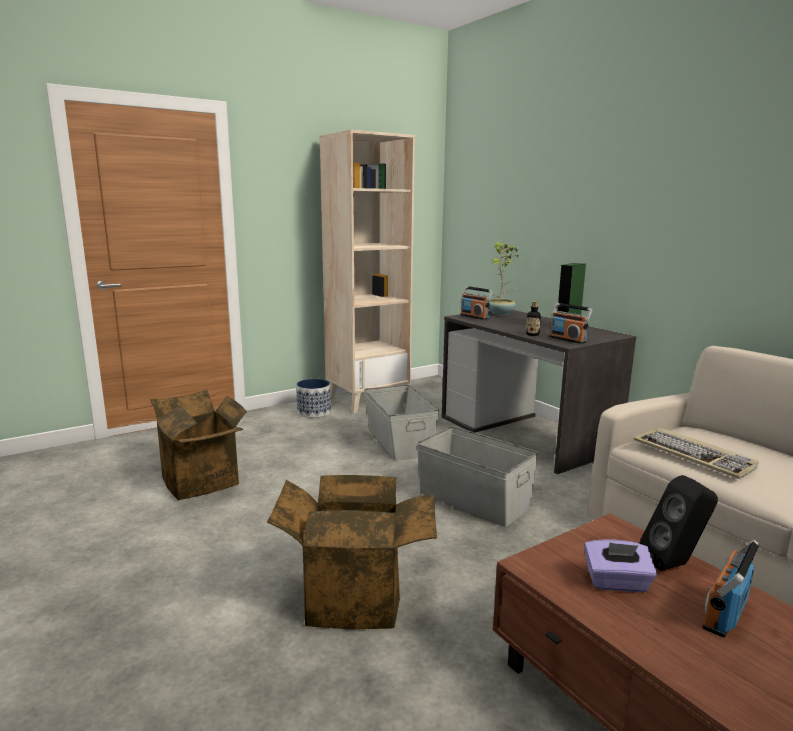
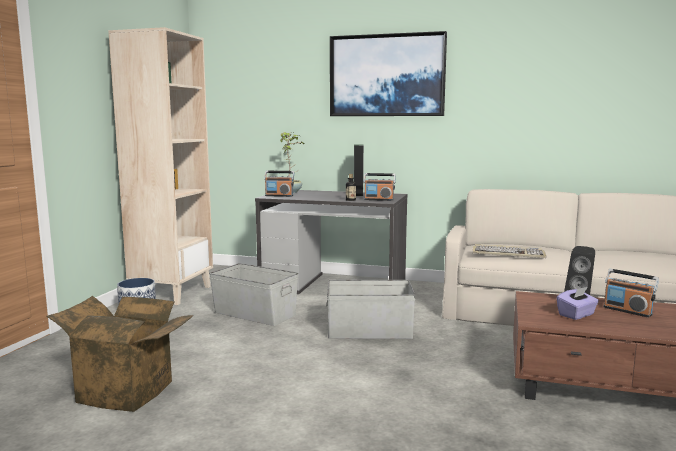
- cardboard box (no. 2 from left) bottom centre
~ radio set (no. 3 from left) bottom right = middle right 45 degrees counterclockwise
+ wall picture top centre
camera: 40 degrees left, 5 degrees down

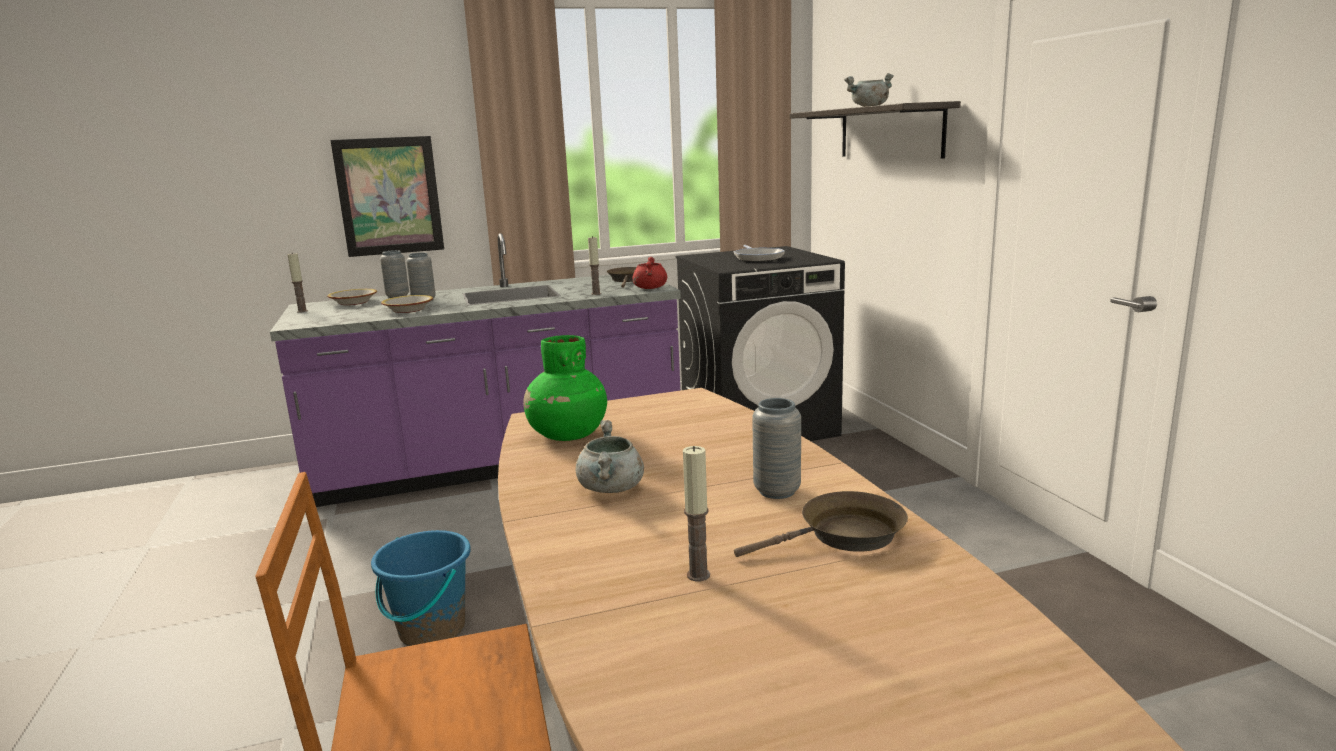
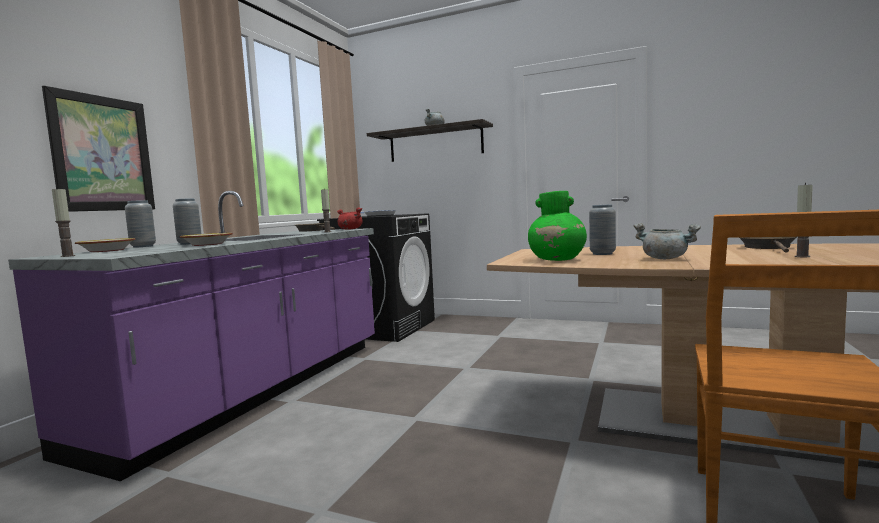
- blue-coloured bucket bottom left
~ gray vase (no. 3 from left) centre to middle right
camera: 50 degrees left, 10 degrees down

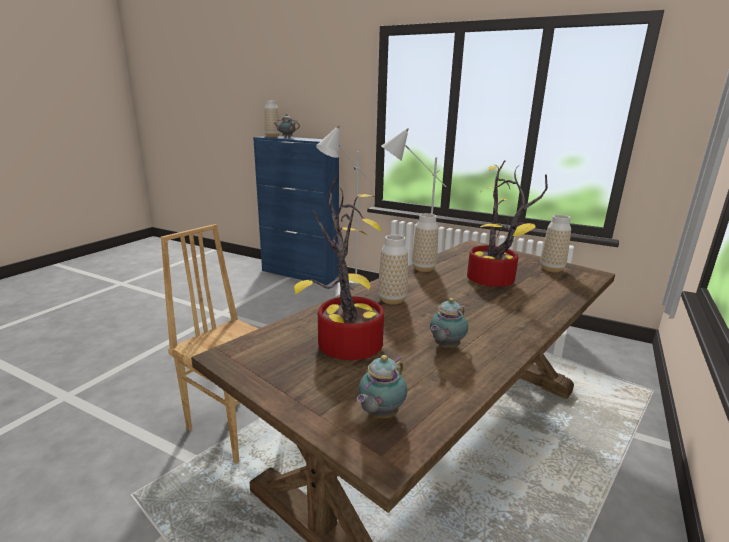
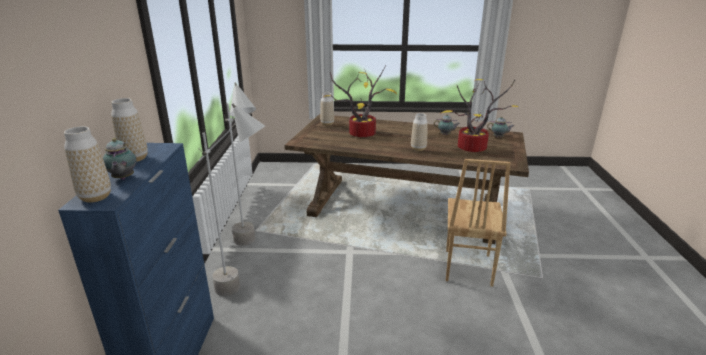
~ vase (no. 3 from left in the first image) centre to vase (no. 2 from left) middle left
camera: 115 degrees left, 5 degrees up

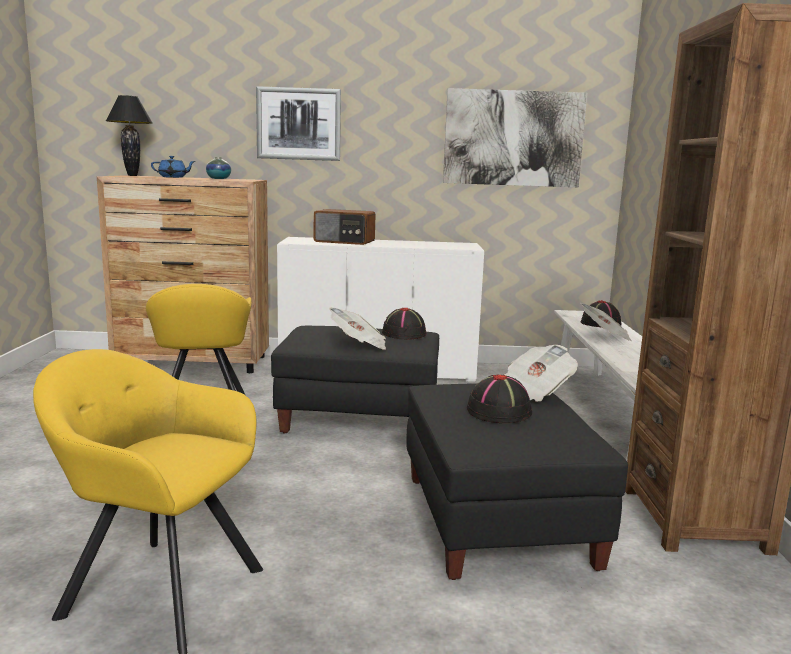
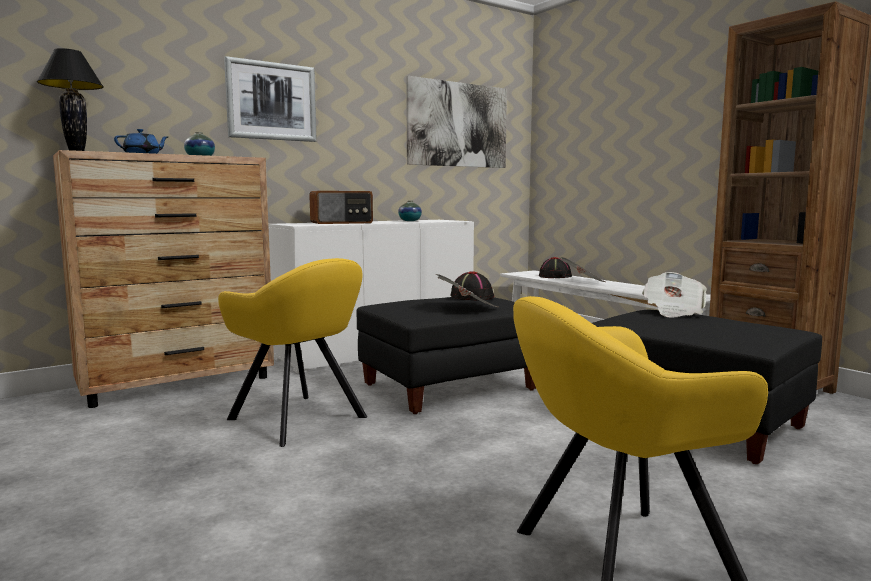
- black hat (no. 2 from left) centre
+ vase (no. 2 from left) centre
camera: 35 degrees left, 5 degrees down

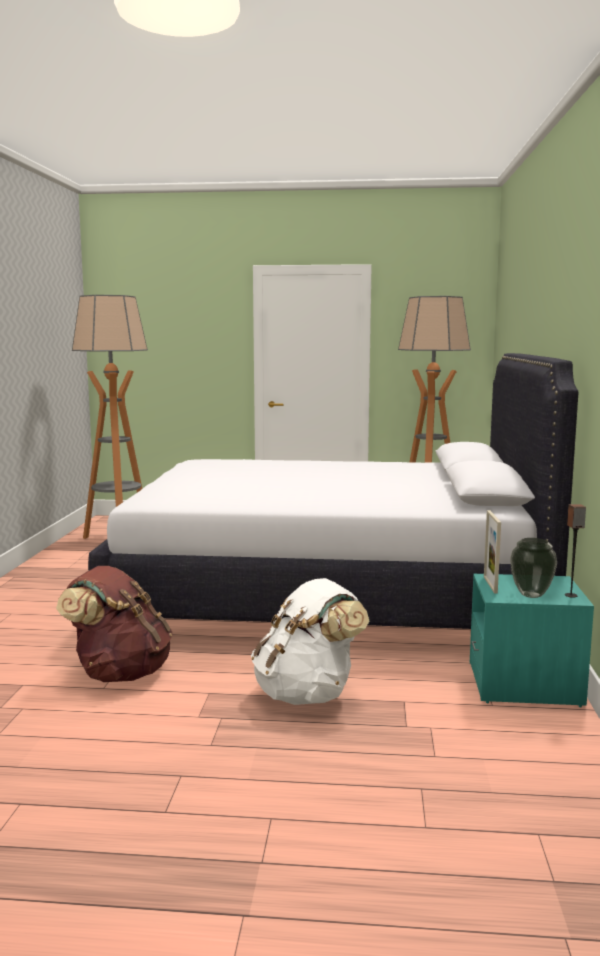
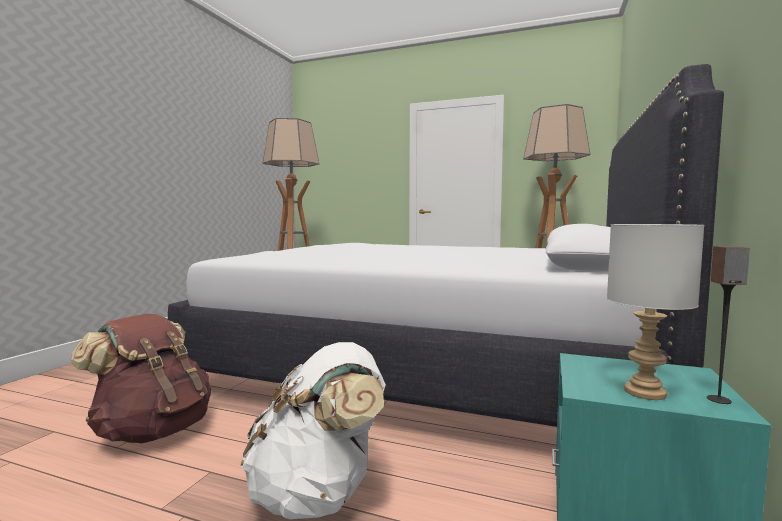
- picture frame middle right
~ vase middle right to gray tabletop lamp middle right
camera: 15 degrees right, 5 degrees down

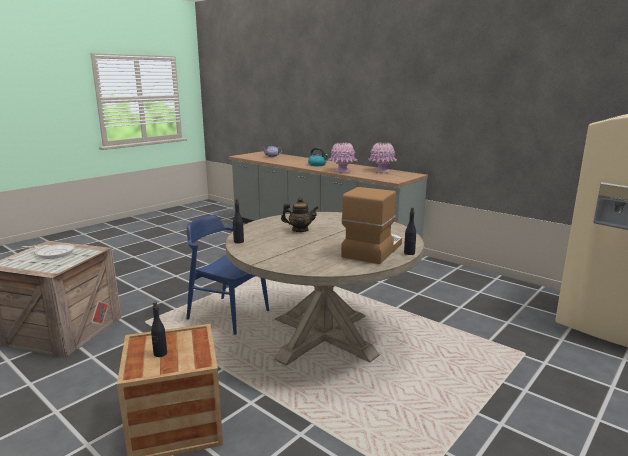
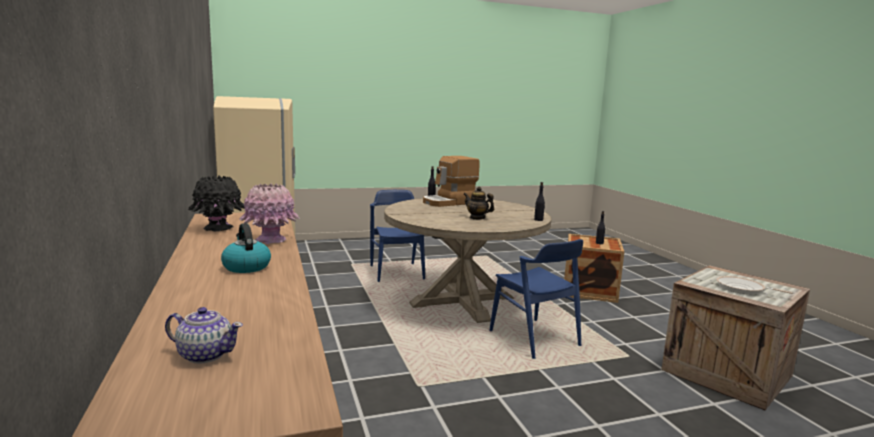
~ pink-coloured vase (no. 2 from left) centre to black vase middle left
+ blue-coloured upright chair (no. 1 from left) centre
camera: 150 degrees left, 5 degrees down

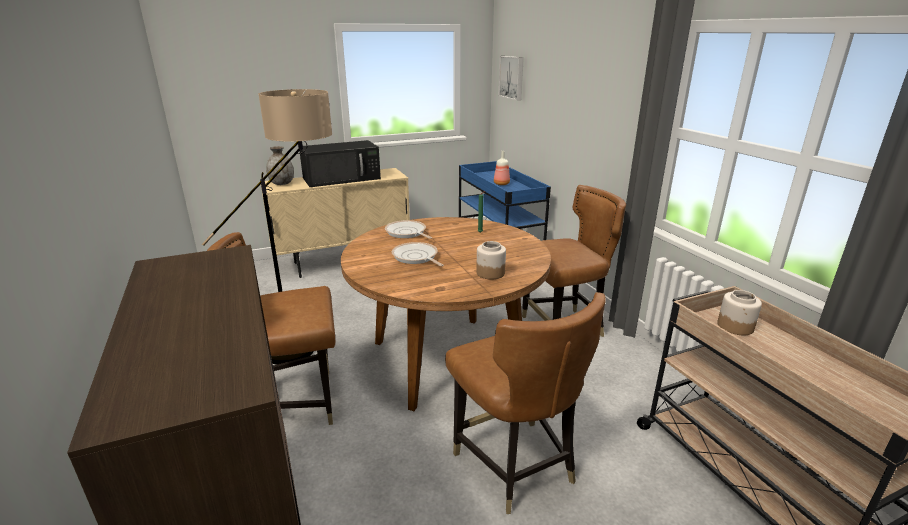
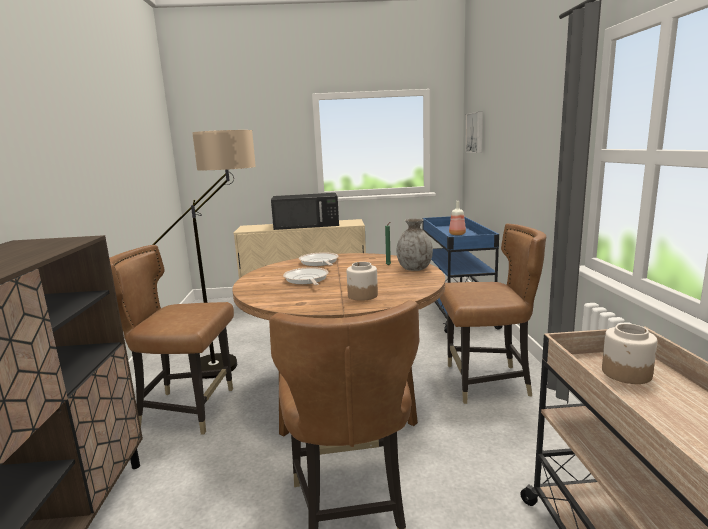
~ gray vase top left to centre
camera: 20 degrees right, 10 degrees down

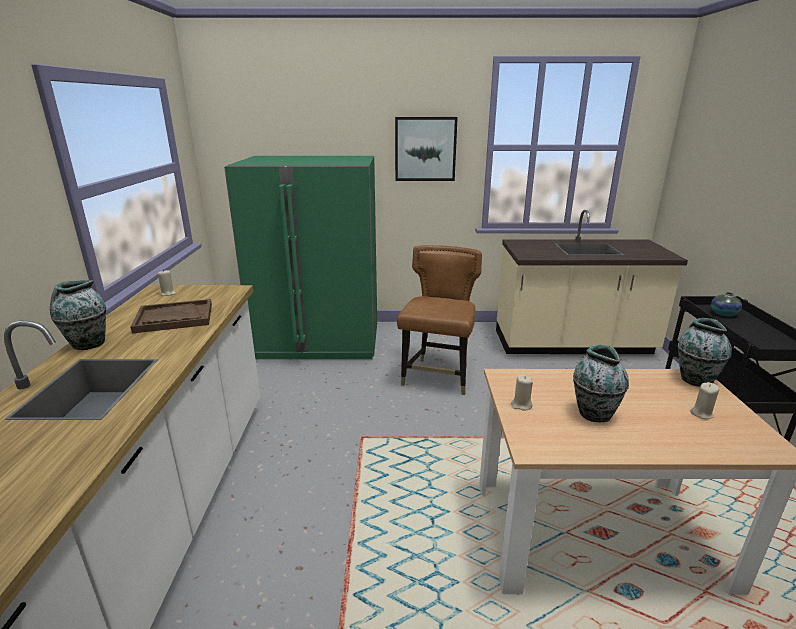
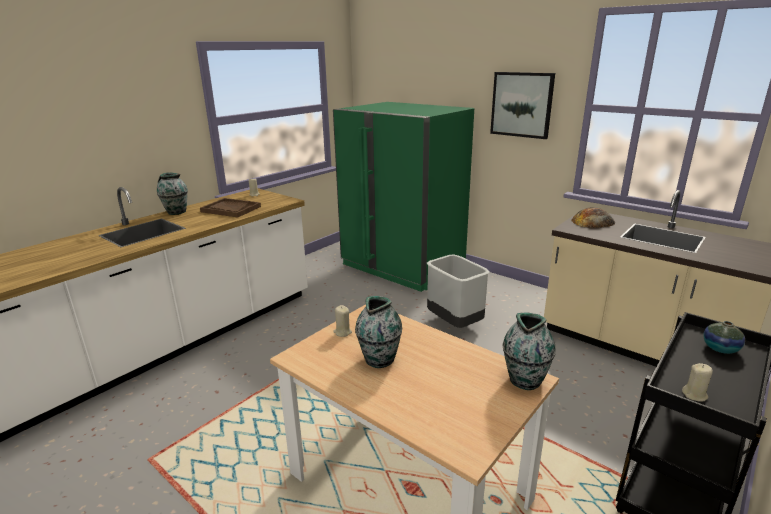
~ brown upright chair centre to gray waste bin centre
~ beige-coloured candle (no. 3 from left) middle right to bottom right
+ bakery bread middle right
camera: 40 degrees right, 0 degrees up

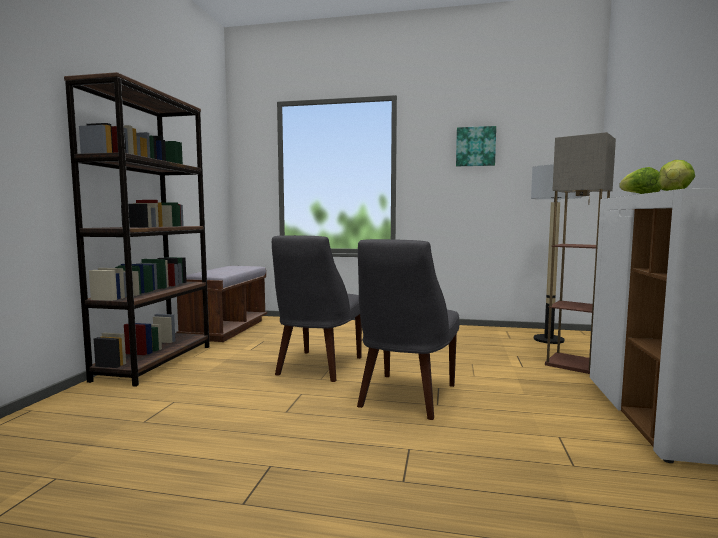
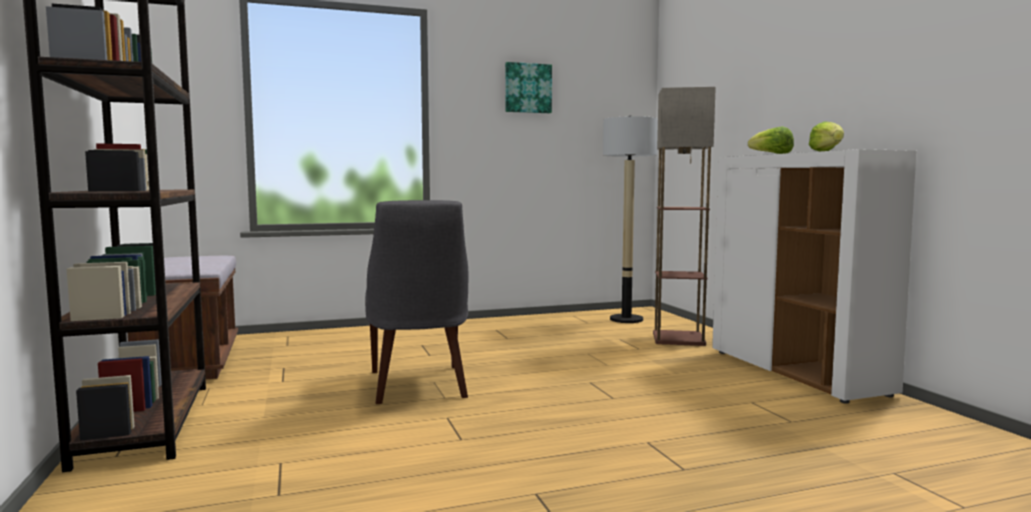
- gray upright chair (no. 2 from left) centre
camera: 30 degrees left, 0 degrees up

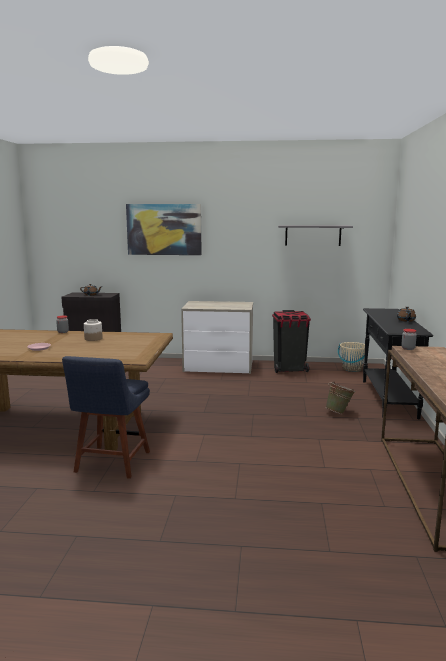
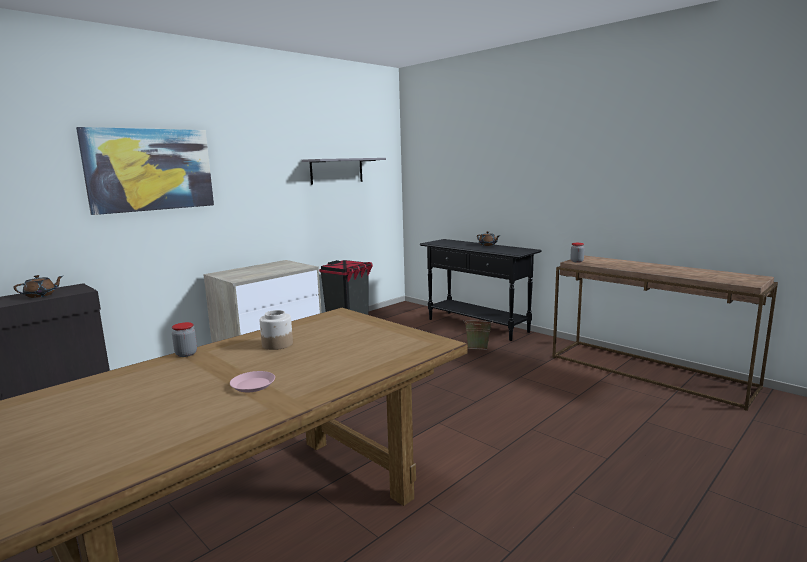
- blue-coloured upright chair middle left
- beige-coloured bucket middle right
camera: 50 degrees left, 0 degrees up

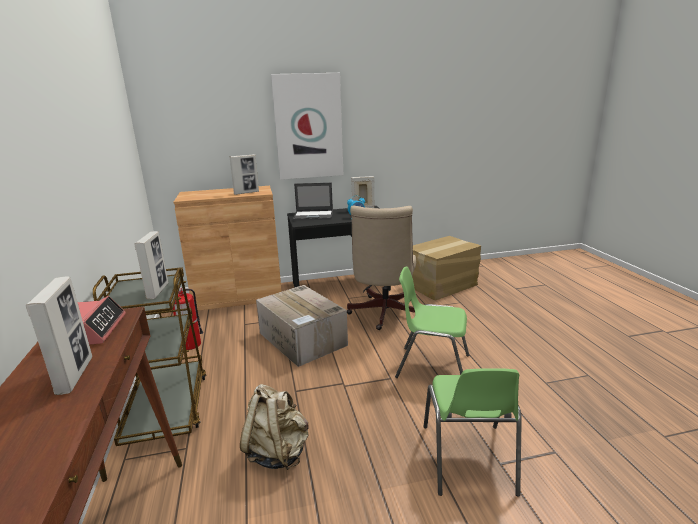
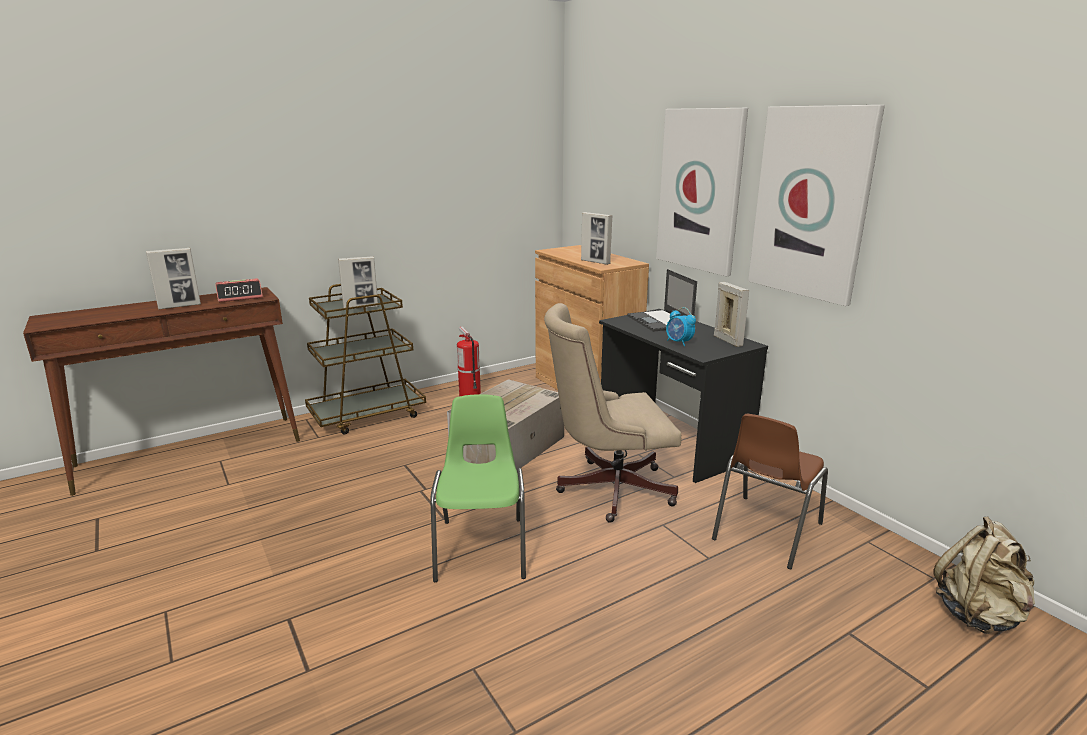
~ beige-coloured knapsack bottom centre to bottom right
~ cardboard box (no. 2 from left) centre to brown upright chair bottom right
- green-coloured upright chair (no. 2 from left) bottom right
+ wall picture (no. 2 from left) top right
camera: 70 degrees right, 0 degrees up

